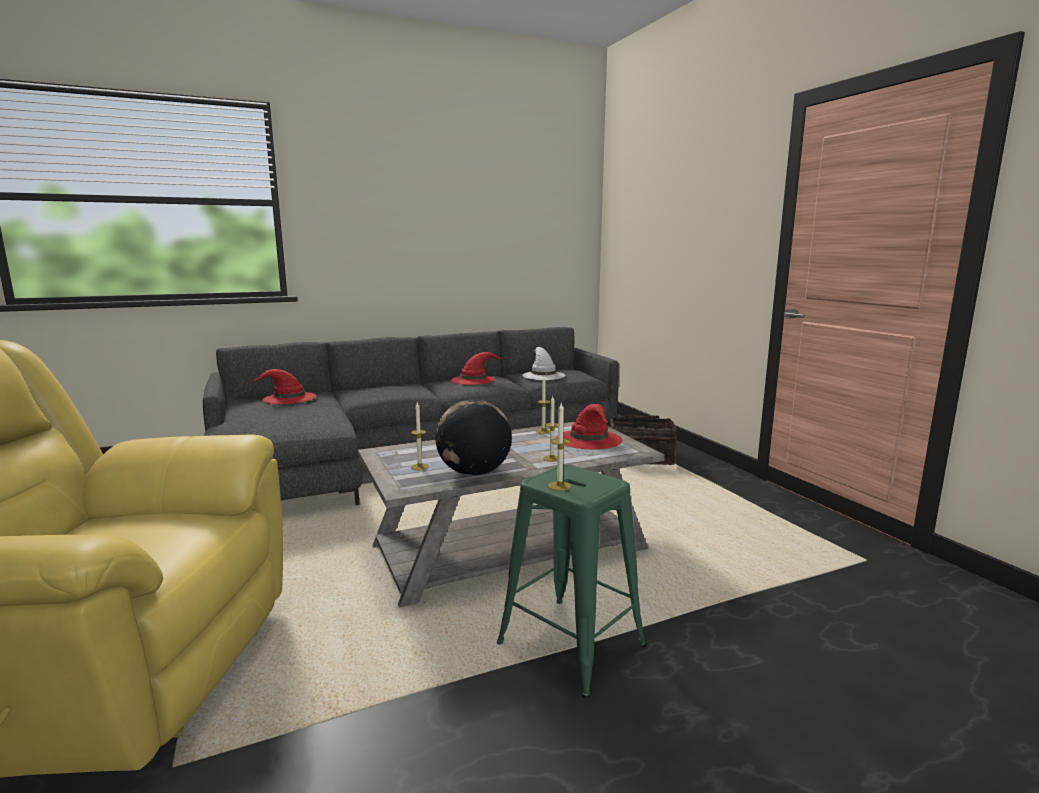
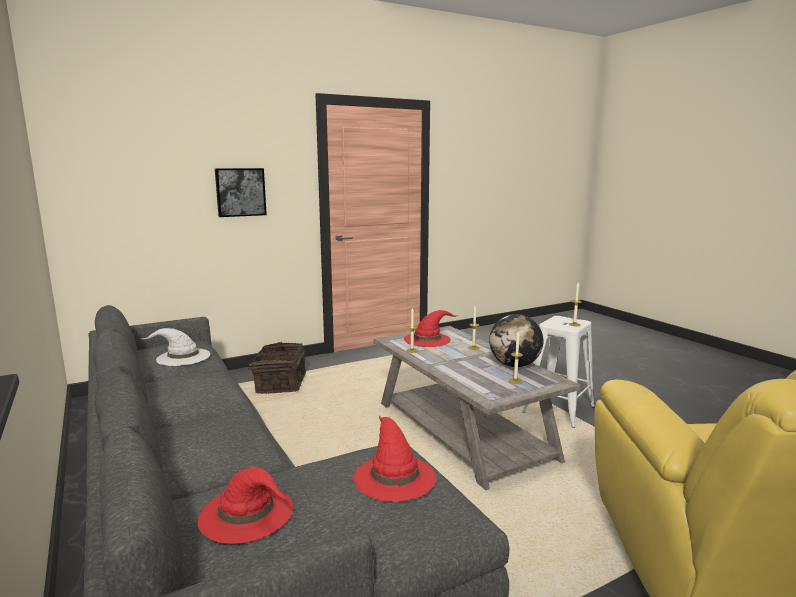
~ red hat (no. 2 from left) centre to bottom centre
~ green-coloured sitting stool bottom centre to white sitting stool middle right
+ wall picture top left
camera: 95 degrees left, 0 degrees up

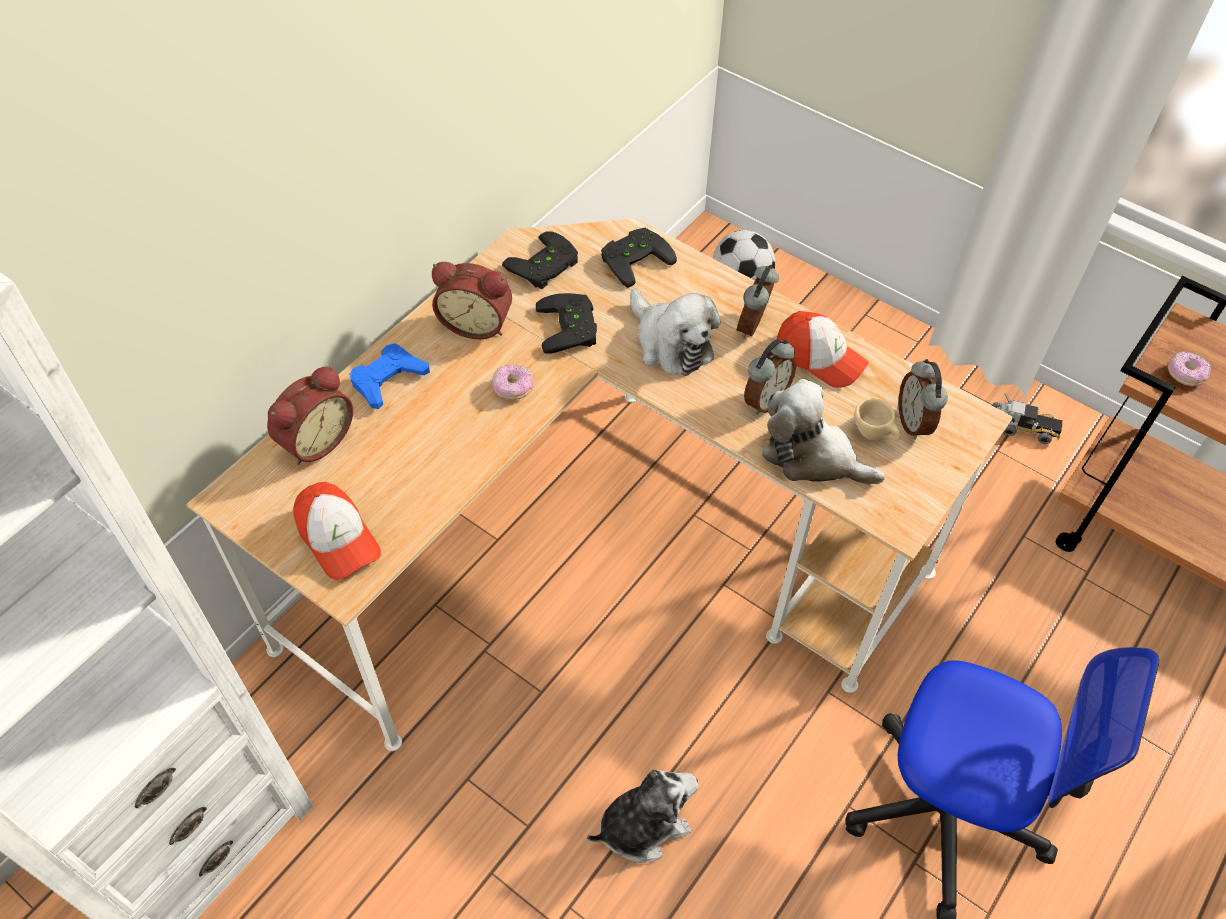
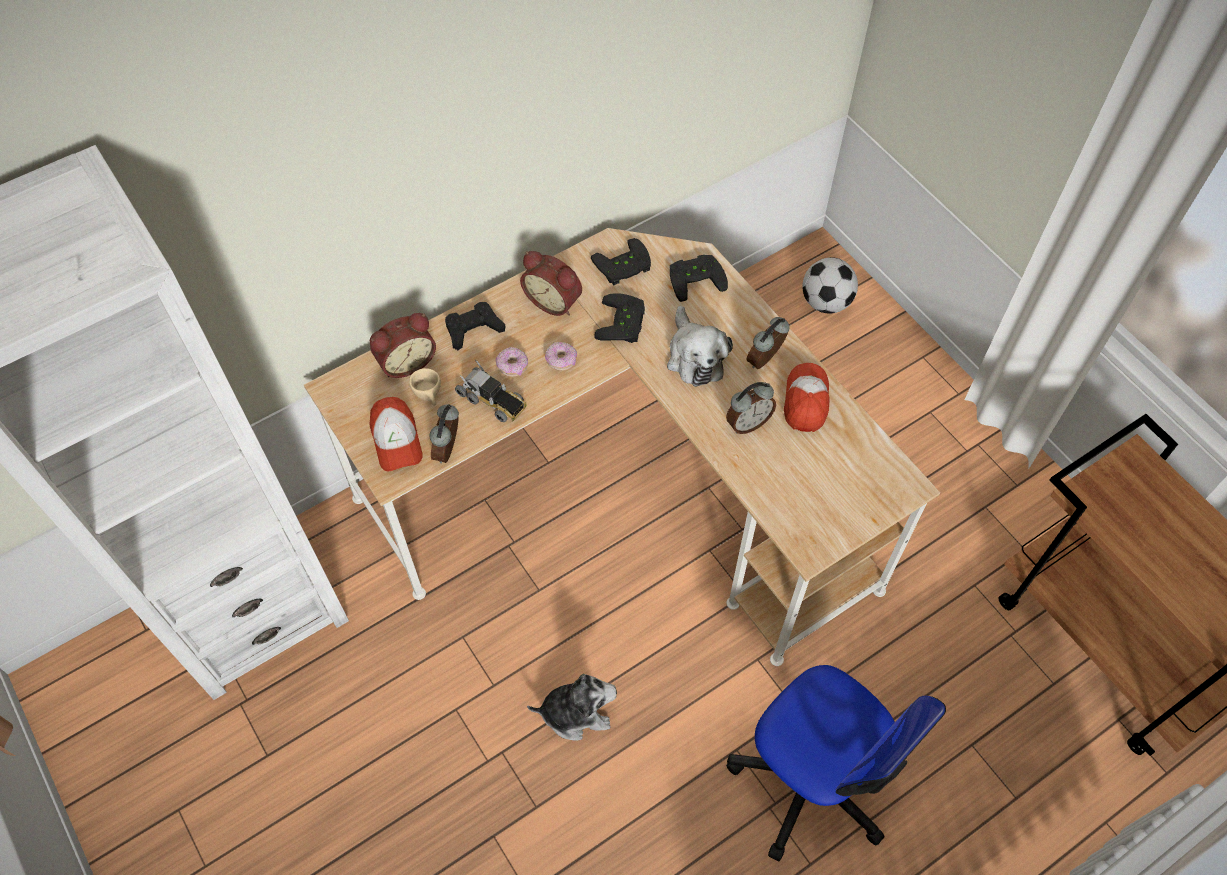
~ blue-coloured joypad middle left to black joypad (no. 1 from left) centre
- soft toy (no. 3 from left) middle right
~ cap (no. 2 from left) middle right = centre 135 degrees counterclockwise
~ beige-coloured small cup middle right to centre
~ alarm clock (no. 5 from left in the first image) middle right to alarm clock (no. 2 from left) centre
~ toy lorry middle right to centre
~ donut (no. 2 from left in the first image) middle right to donut (no. 1 from left) centre
camera: 20 degrees right, 5 degrees up

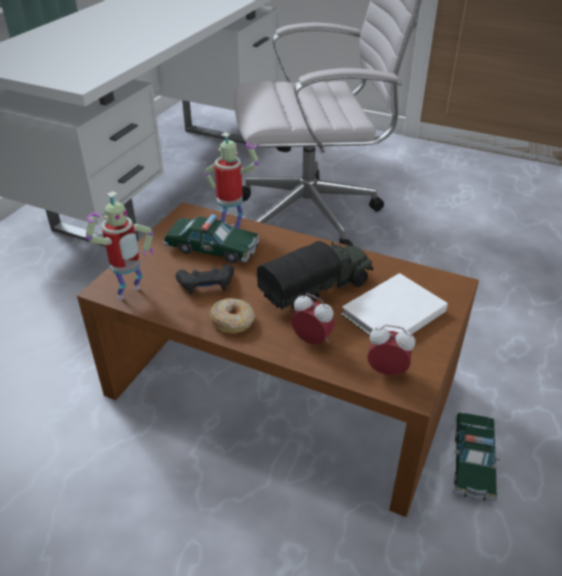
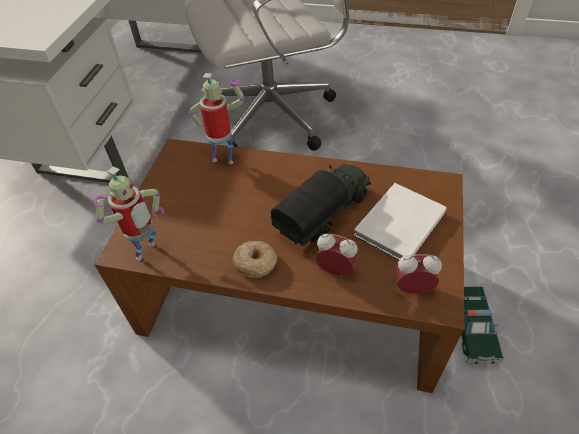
- miniature car (no. 1 from left) centre
- black joypad centre
camera: 10 degrees left, 10 degrees up

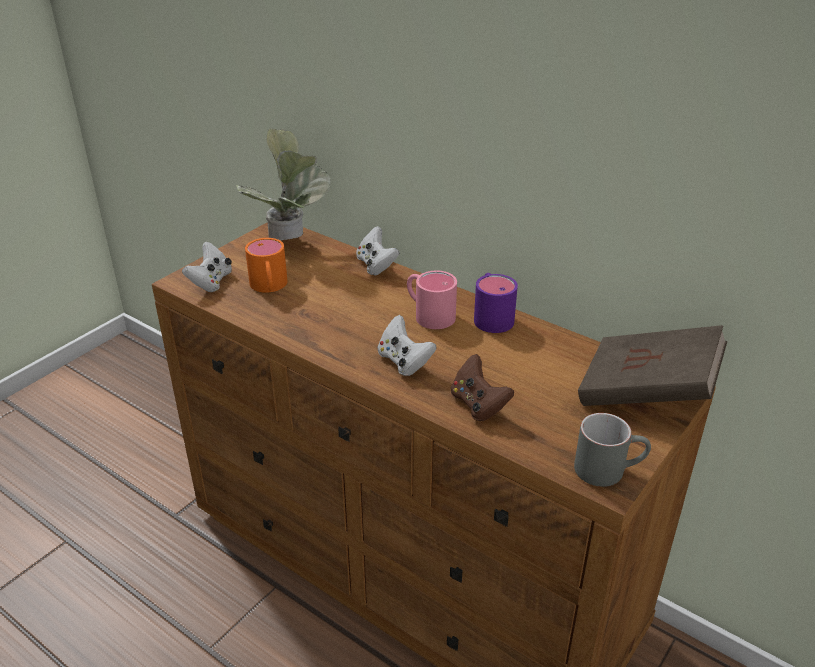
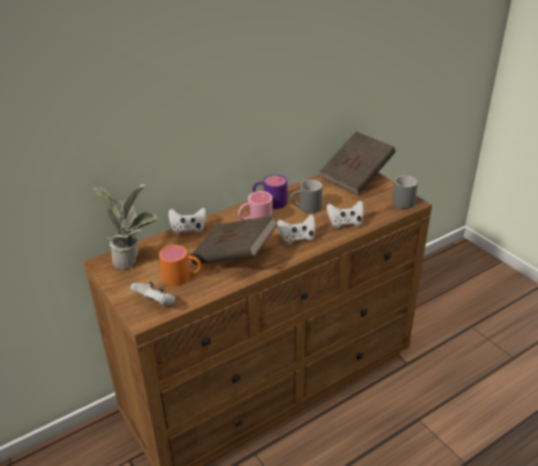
~ brown joypad centre to white joypad (no. 4 from left) centre
+ brown book (no. 1 from left) centre
+ gray mug (no. 1 from left) centre
camera: 70 degrees left, 0 degrees up

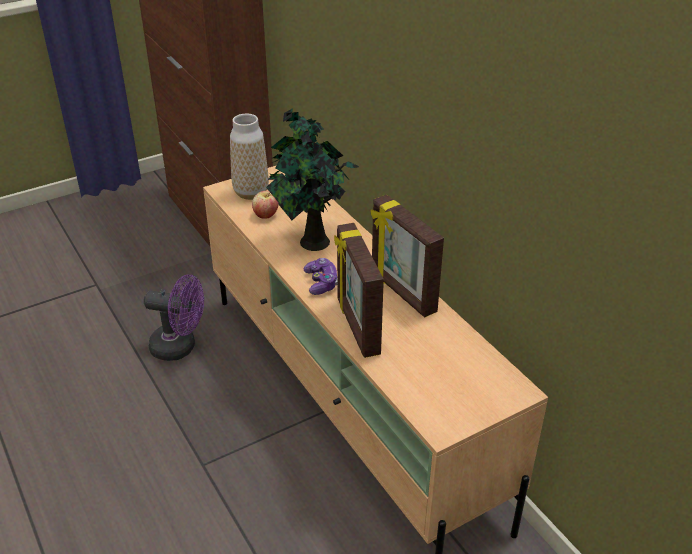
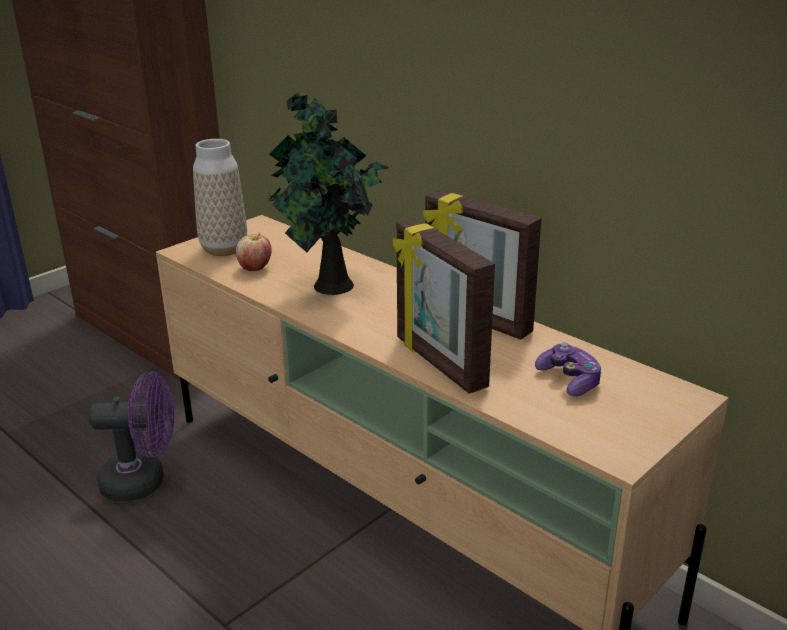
~ joypad centre to middle right
camera: 15 degrees left, 10 degrees down

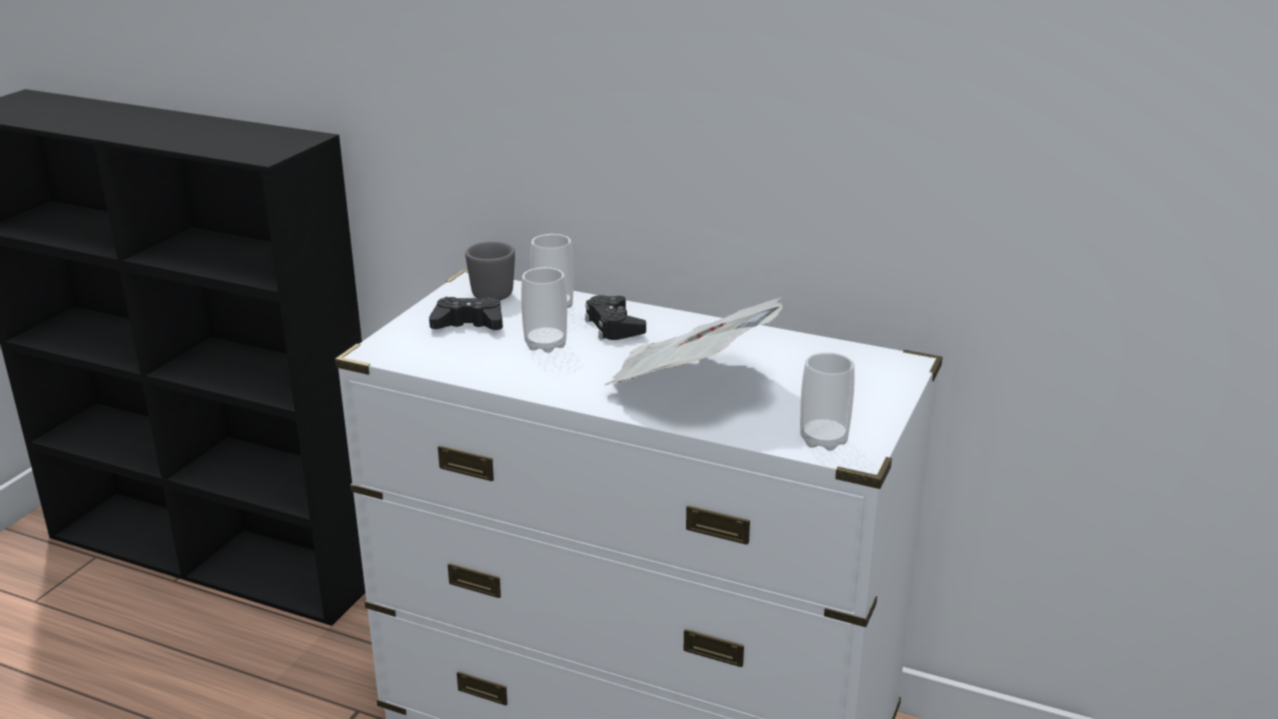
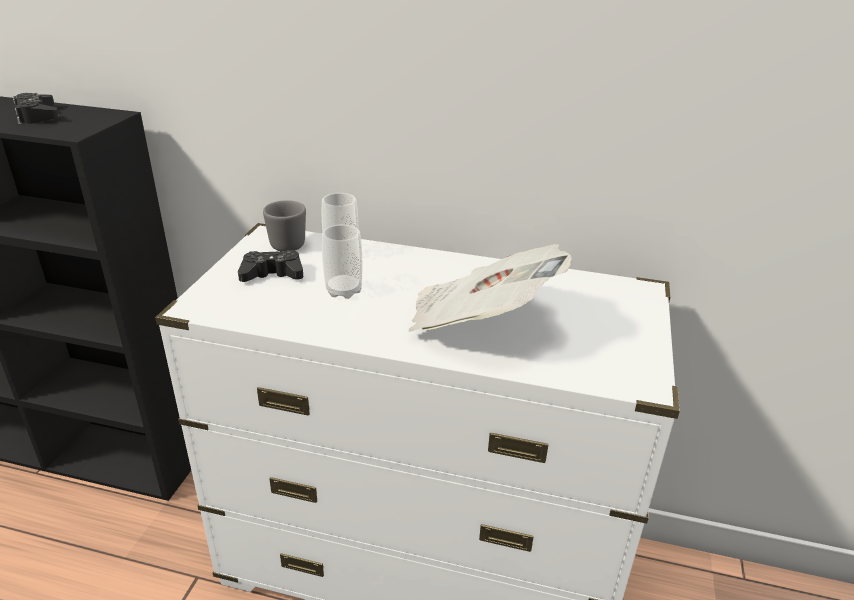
~ black joypad (no. 2 from left in the first image) centre to black joypad (no. 1 from left) top left
- small cup (no. 3 from left) centre
camera: 10 degrees left, 5 degrees up

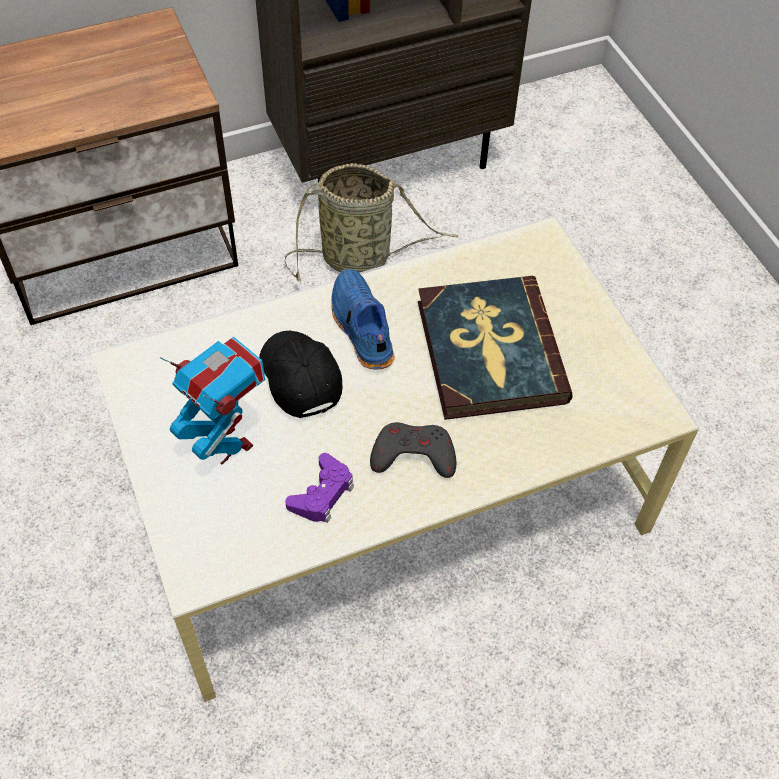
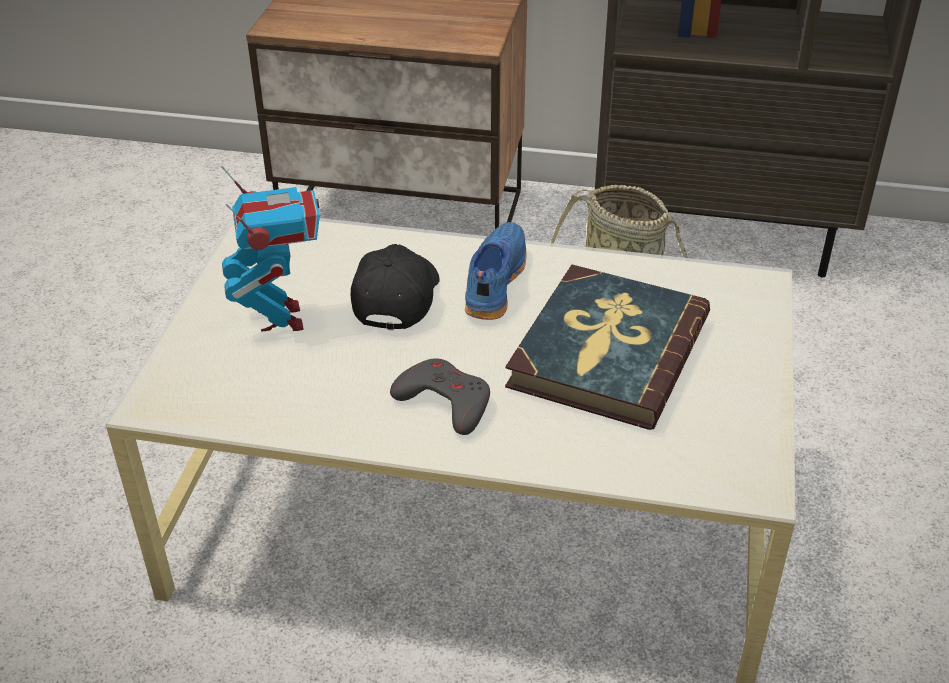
- purplish joypad centre
camera: 35 degrees right, 15 degrees down

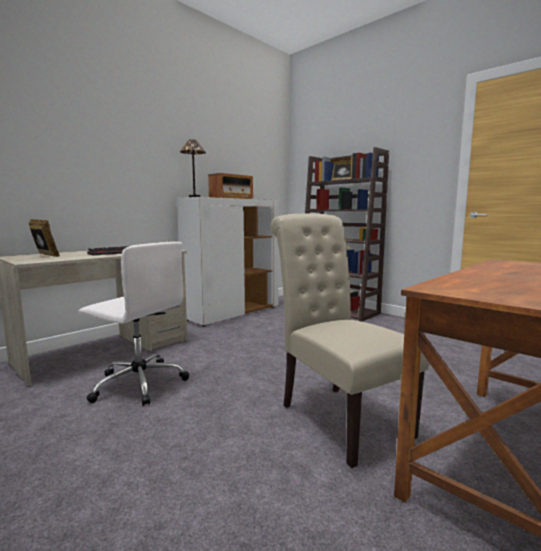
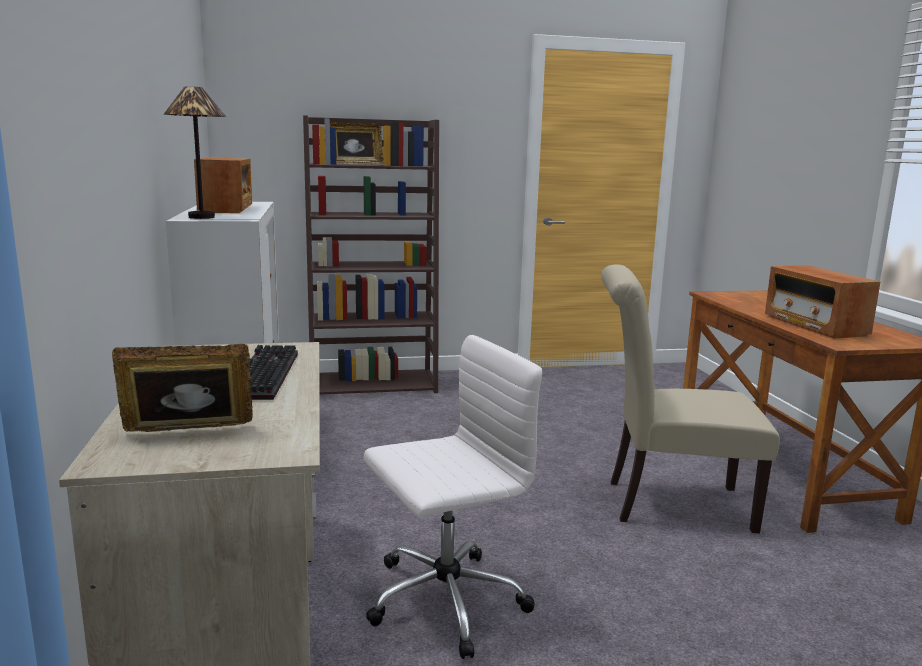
+ radio set (no. 2 from left) middle right
camera: 55 degrees left, 5 degrees up

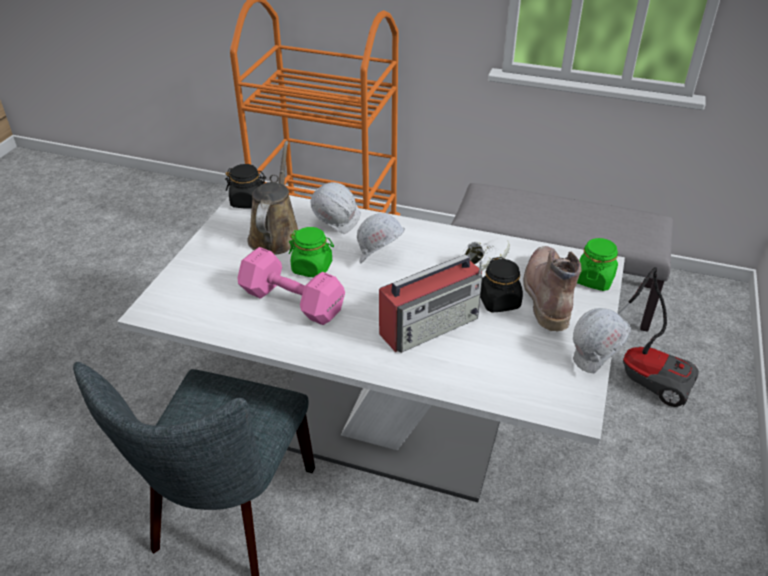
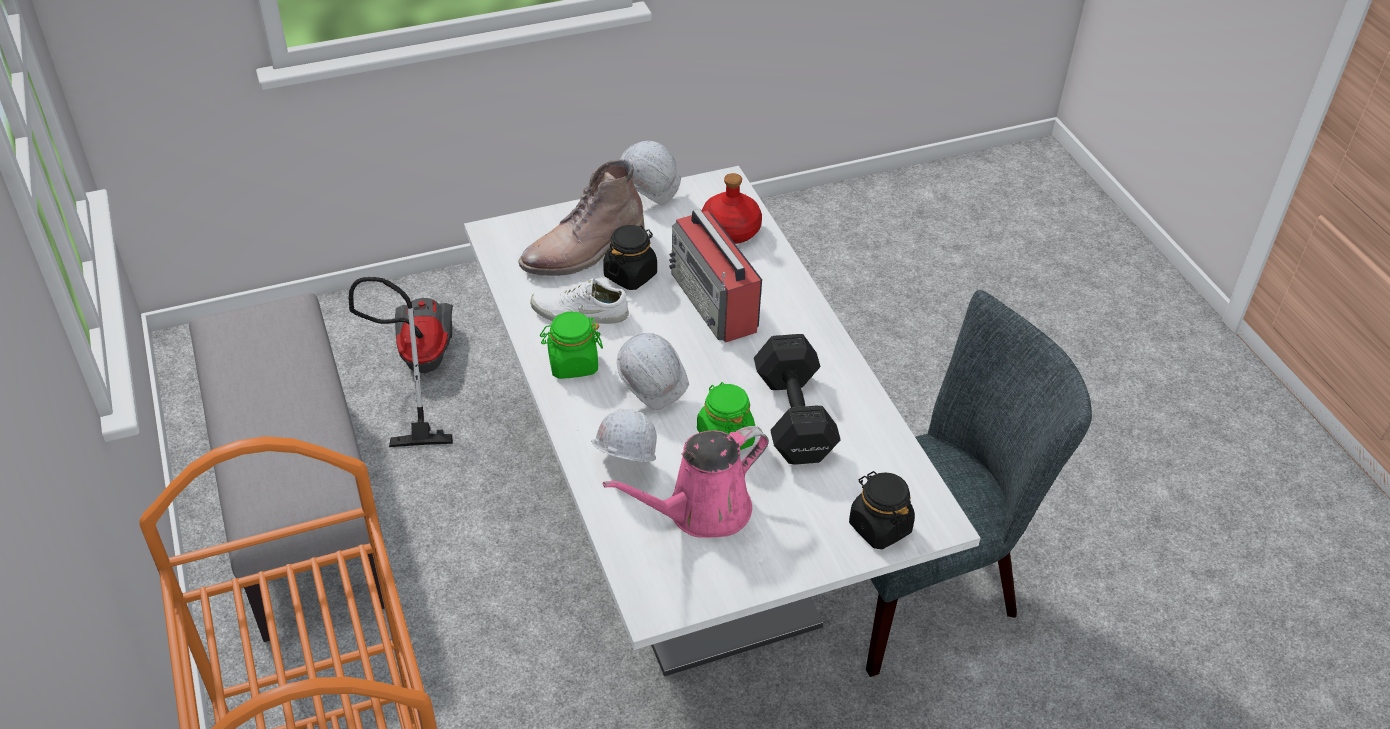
~ black jar (no. 1 from left in the first image) top left to black jar (no. 2 from left) bottom centre
~ pink-coloured dumbbell centre to black dumbbell centre
~ brown sprinkling can centre to pink-coloured sprinkling can centre
~ radio set centre = centre 135 degrees counterclockwise
~ green-coloured jar (no. 2 from left in the first image) middle right to green-coloured jar (no. 1 from left) centre
+ red drink bottle top centre
camera: 130 degrees left, 5 degrees up

